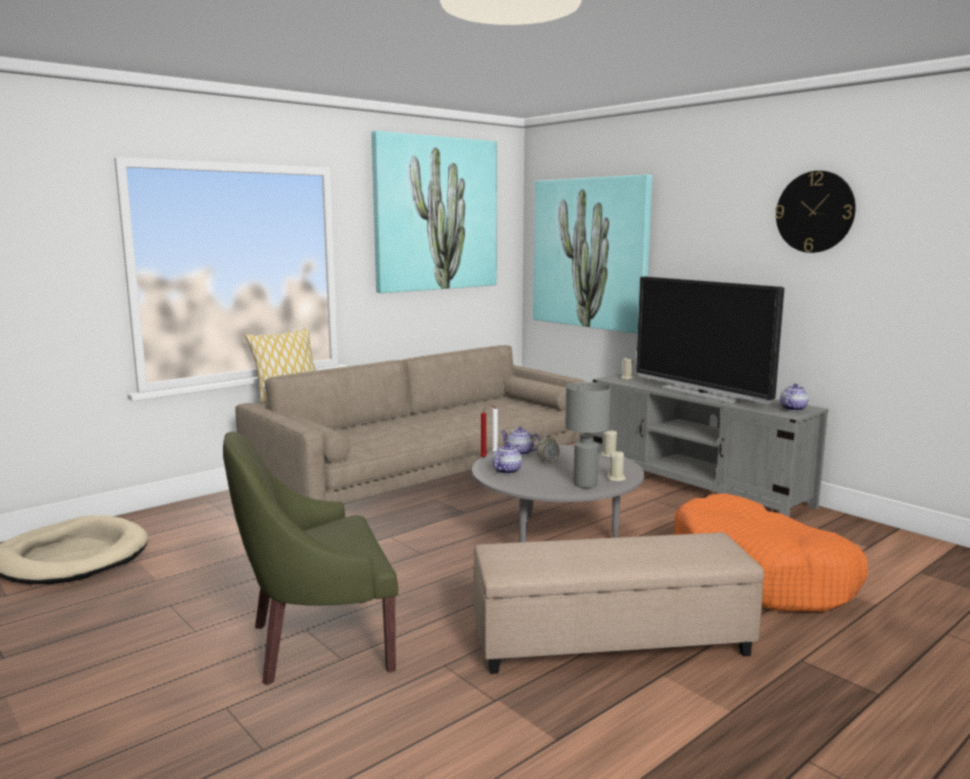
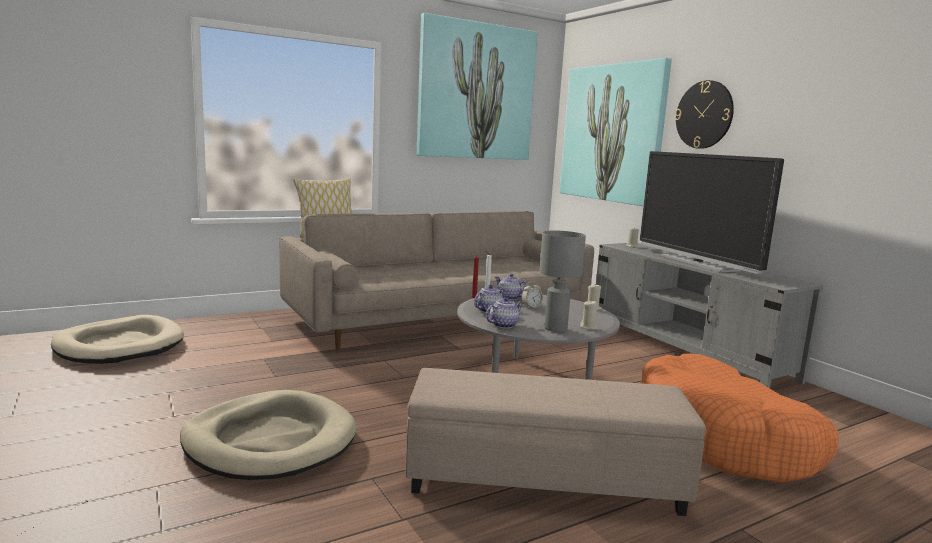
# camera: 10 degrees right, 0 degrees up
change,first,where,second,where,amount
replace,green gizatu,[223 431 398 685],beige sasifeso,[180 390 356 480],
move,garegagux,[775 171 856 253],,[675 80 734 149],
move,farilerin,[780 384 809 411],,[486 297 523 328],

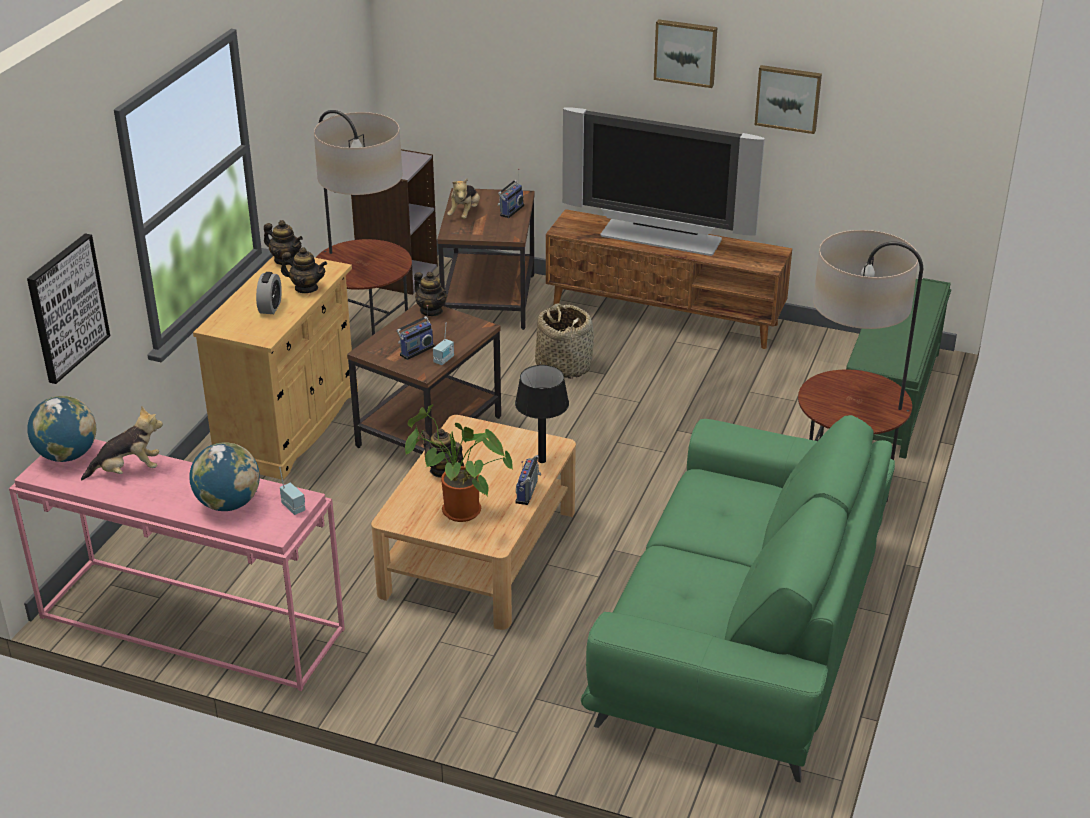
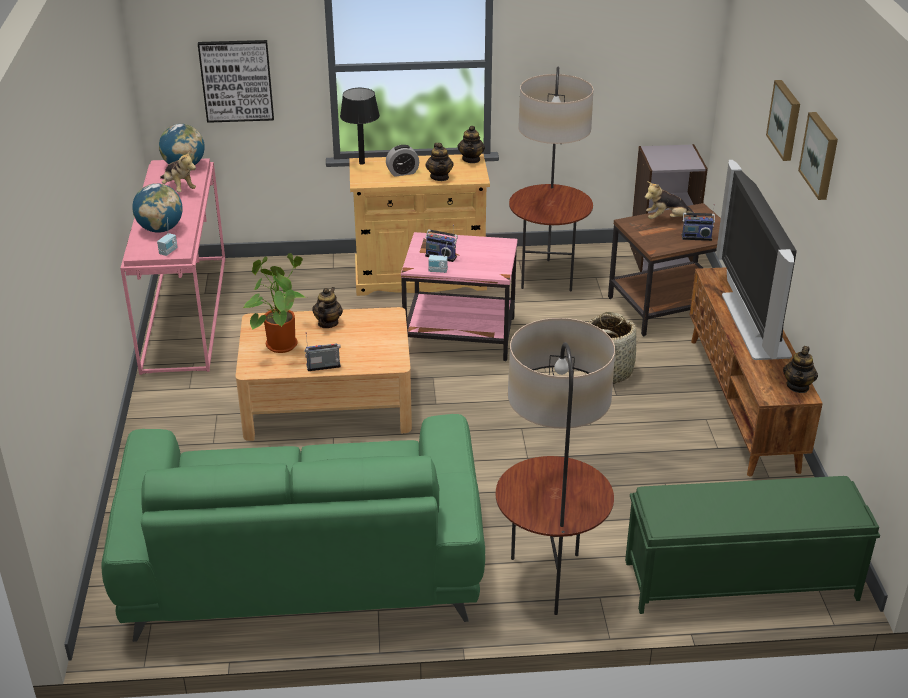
# camera: 65 degrees right, 0 degrees up
change,first,where,second,where,amount
recolor,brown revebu,[347 303 501 454],pink revebu,[401 232 518 361],
move,farilerin,[414 272 447 316],,[783 346 818 393],
move,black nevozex,[515 365 569 463],,[340 88 380 165],
move,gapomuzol,[755 65 822 134],,[766 80 800 161],

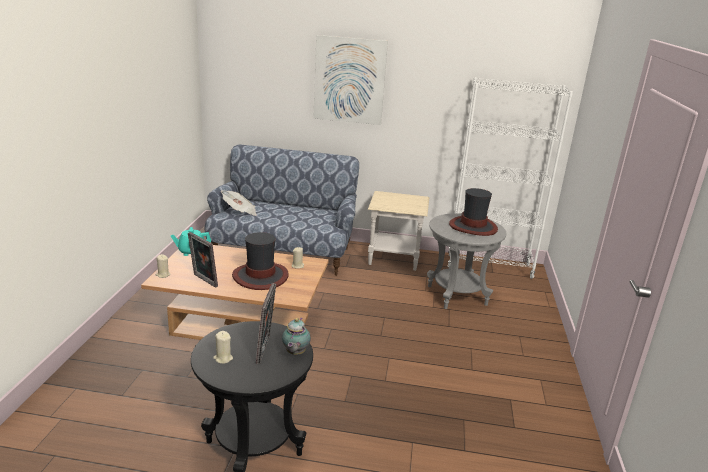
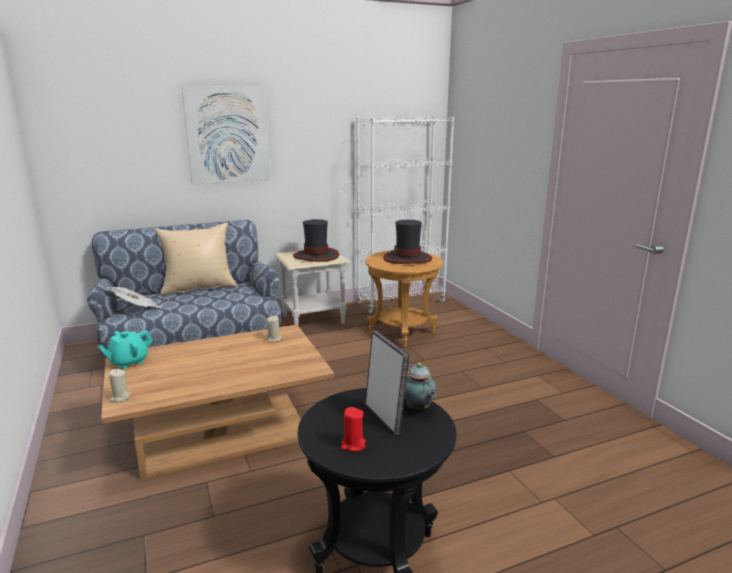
# camera: 30 degrees left, 5 degrees down
change,first,where,second,where,amount
delete,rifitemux,[188 232 218 288],,,
recolor,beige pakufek,[213 331 233 364],red pakufek,[341 407 366 452],
move,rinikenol,[232 232 289 290],,[293 219 339 262],
recolor,grey revebu,[427 213 507 309],brown revebu,[365 250 443 347],
insert,,,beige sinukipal,[154 223 237 296],

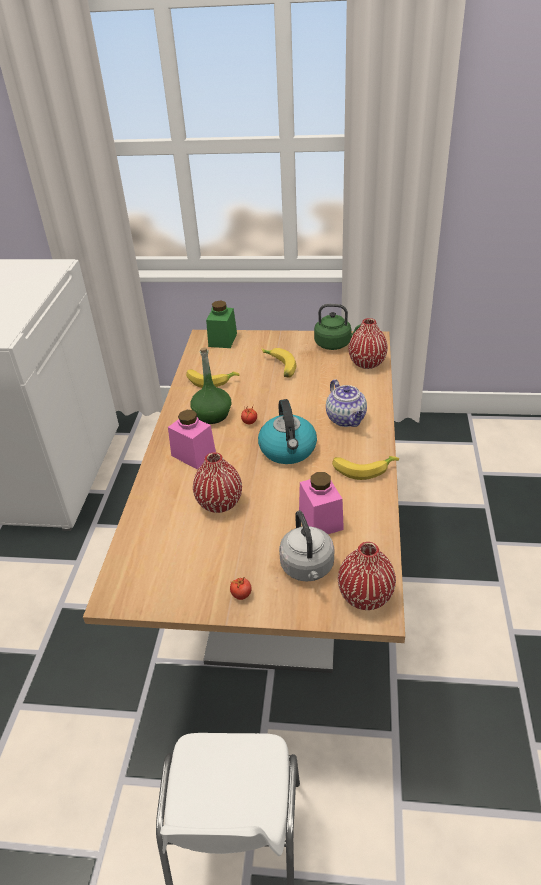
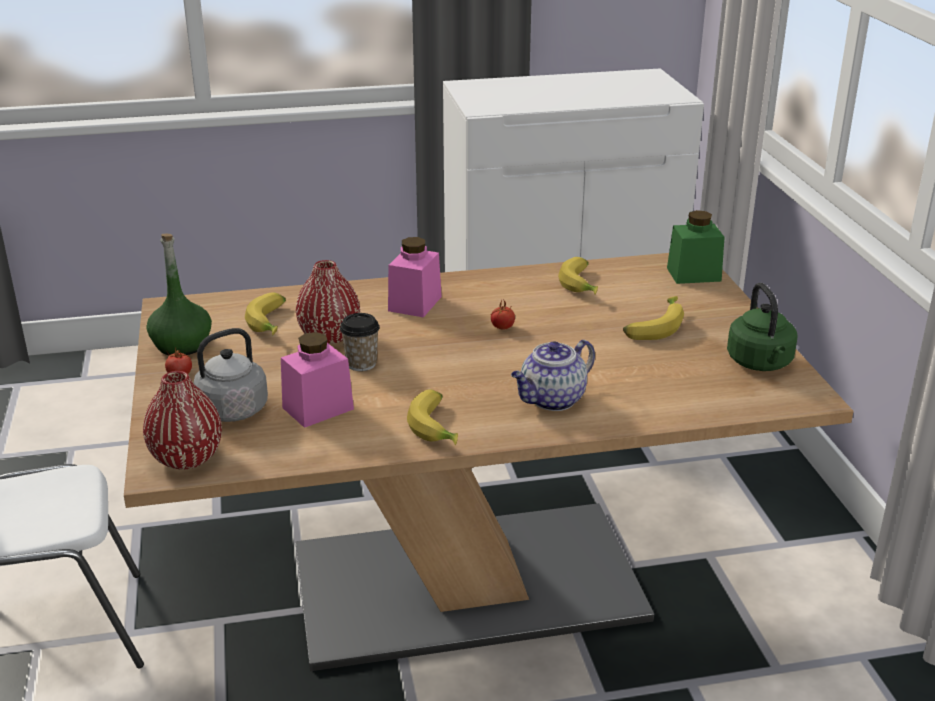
# camera: 70 degrees right, 10 degrees down
change,first,where,second,where,amount
move,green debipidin,[191 348 231 424],,[146 233 212 355],
delete,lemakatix,[258 399 317 464],,,
delete,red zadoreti,[349 318 388 369],,,
insert,,,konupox,[245 292 286 335],
insert,,,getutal,[340 313 380 371],

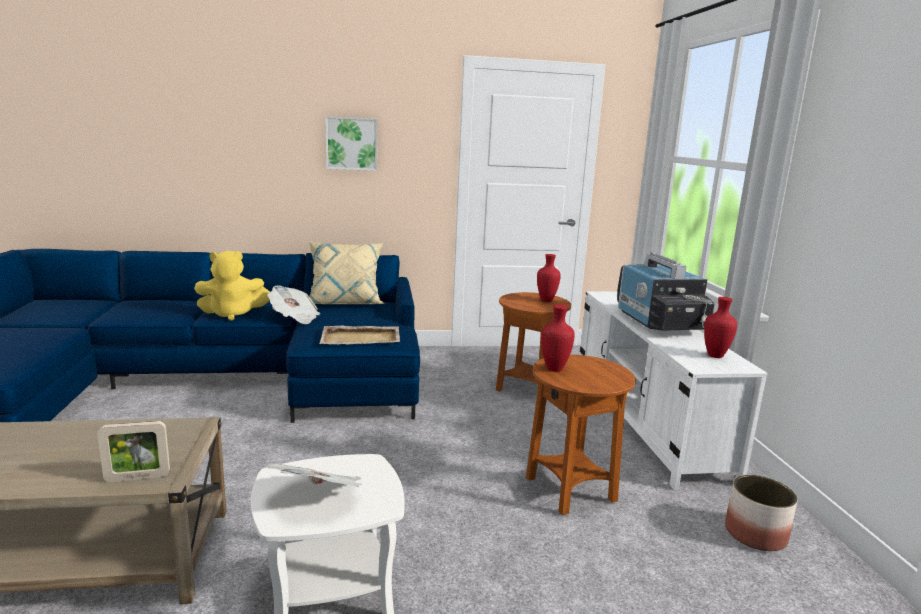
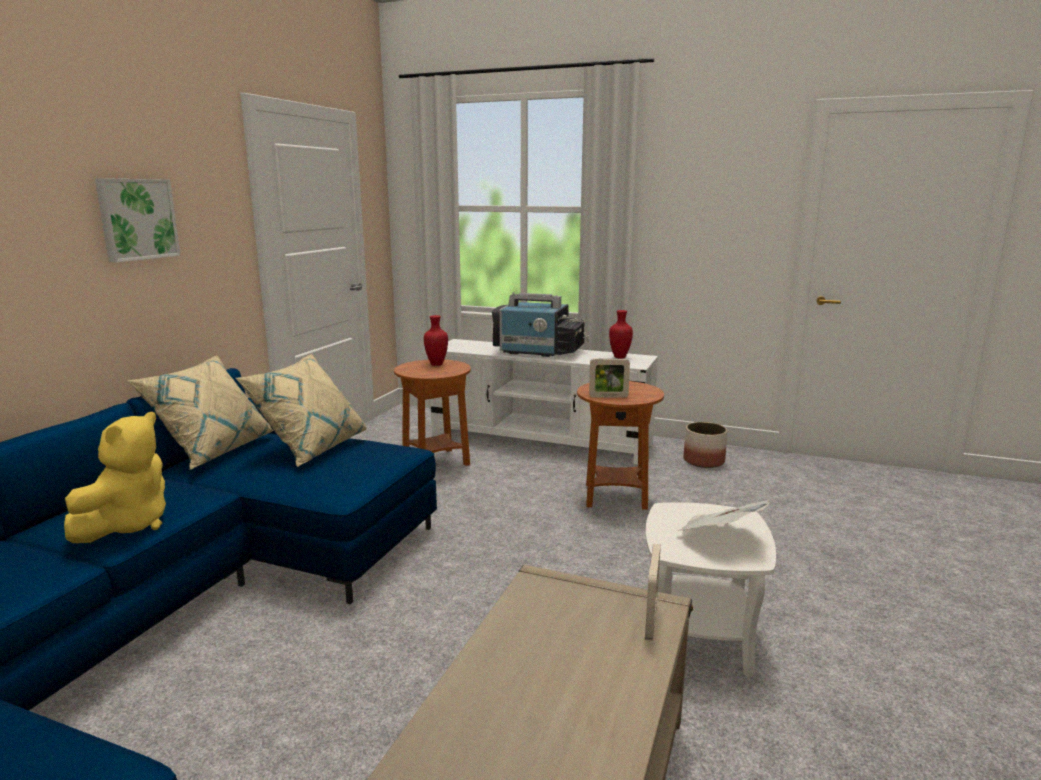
# camera: 60 degrees left, 0 degrees up
change,first,where,second,where,amount
delete,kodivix,[267 286 320 324],,,
delete,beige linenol,[319 326 400 344],,,
replace,red zadoreti,[541 304 575 372],rifitemux,[589 359 630 398],
insert,,,beige sinukipal,[236 354 367 467],

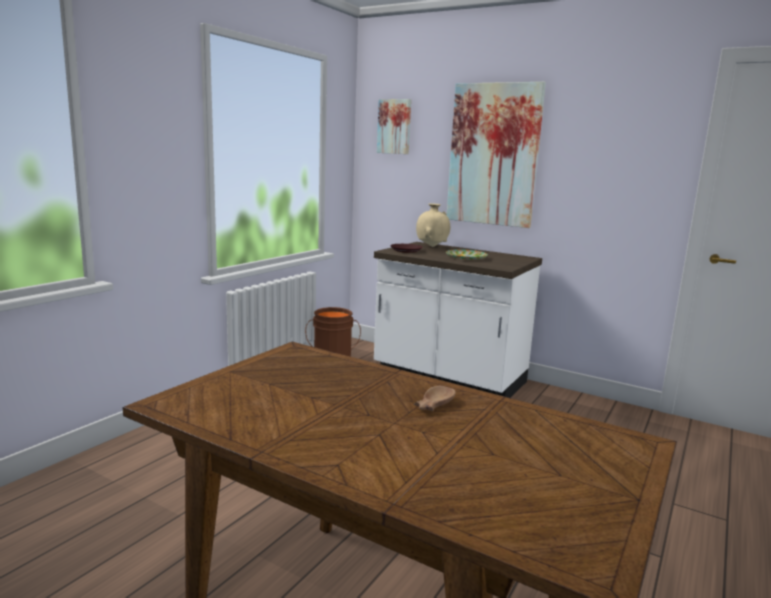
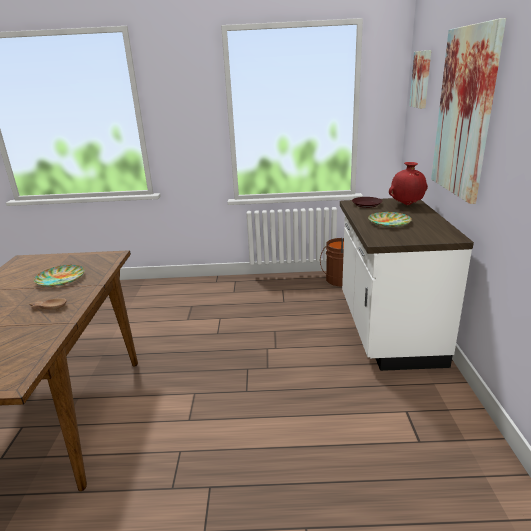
# camera: 60 degrees right, 10 degrees up
change,first,where,second,where,amount
recolor,beige zadoreti,[416 203 450 247],red zadoreti,[389 162 428 205],
insert,,,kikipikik,[34 265 85 287],

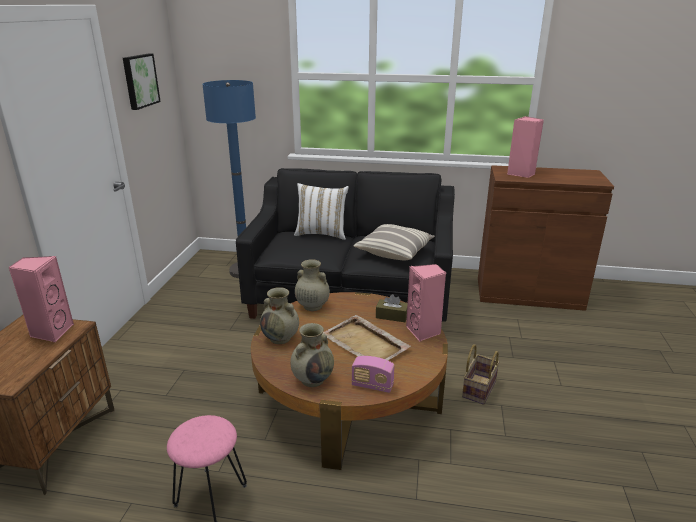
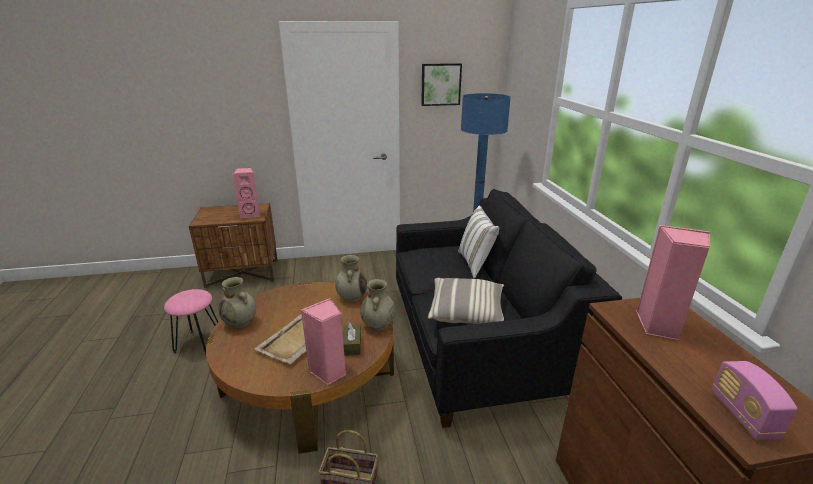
# camera: 70 degrees right, 0 degrees up
change,first,where,second,where,amount
move,beige zadoreti,[260 287 299 344],,[360 279 396 331],
move,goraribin,[352 356 395 393],,[711 361 797 440],

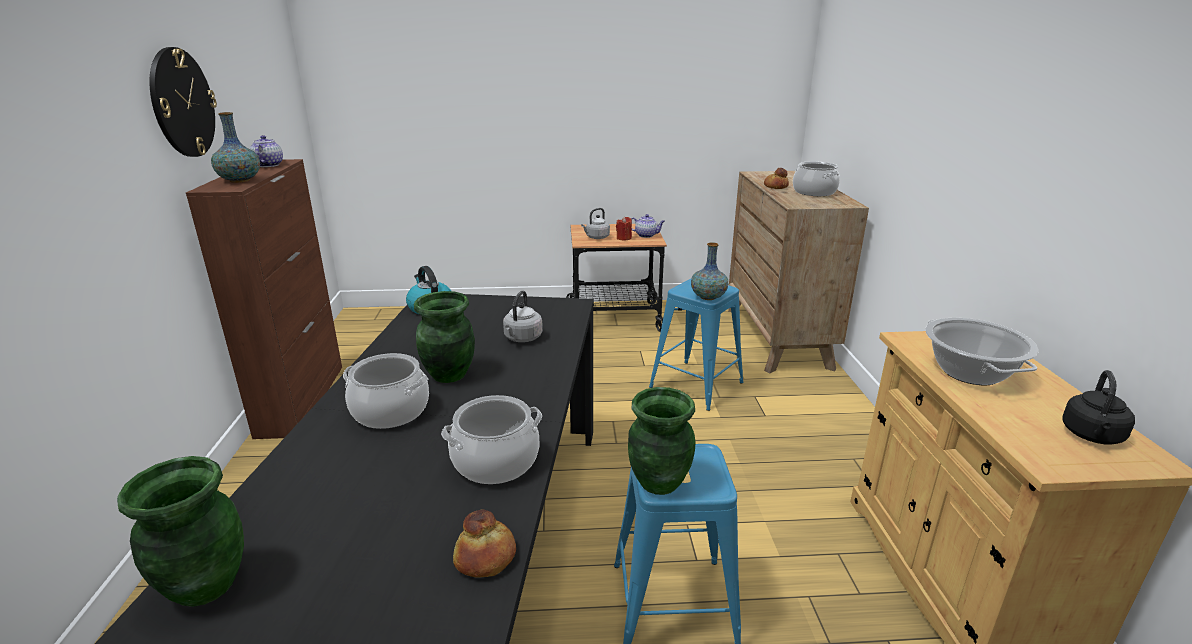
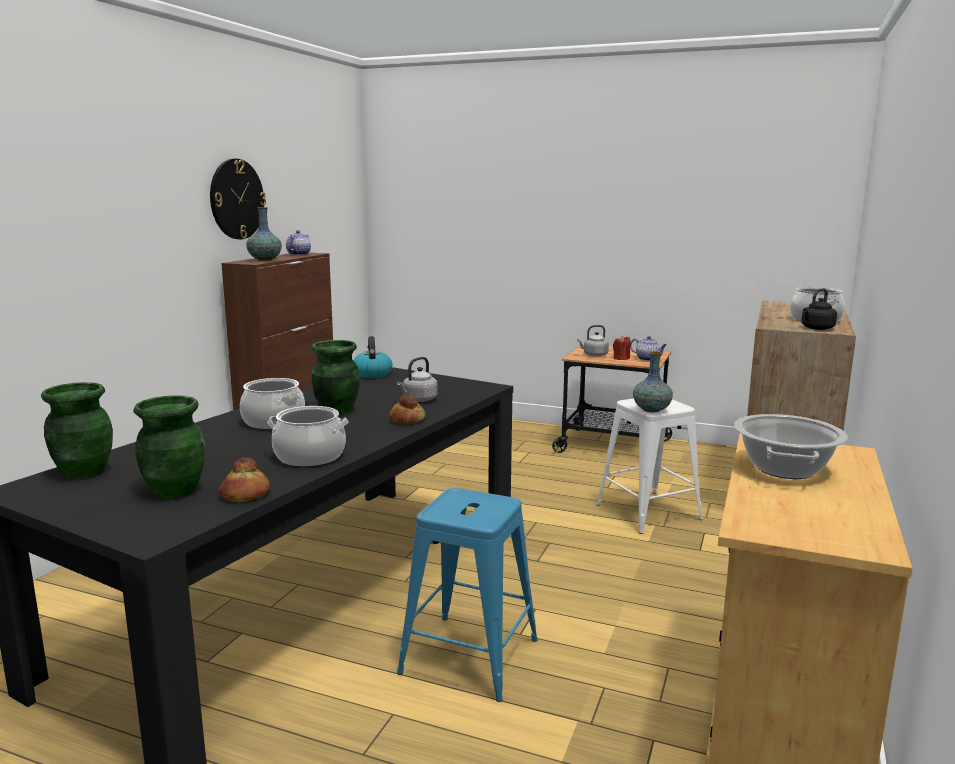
# camera: 25 degrees right, 10 degrees down
change,first,where,second,where,amount
move,green zadoreti,[628 387 696 495],,[133 395 205 499],
recolor,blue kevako,[649 278 744 411],white kevako,[596 398 703 534],
move,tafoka,[764 168 789 189],,[389 393 426 424],
move,black lemakatix,[1062 370 1135 444],,[801 288 837 330],

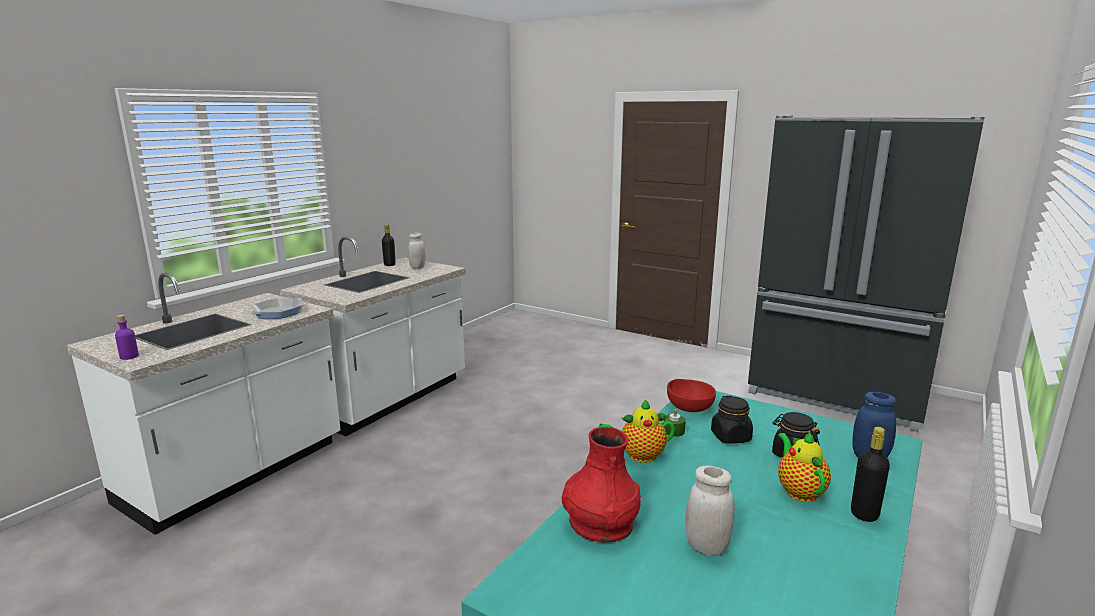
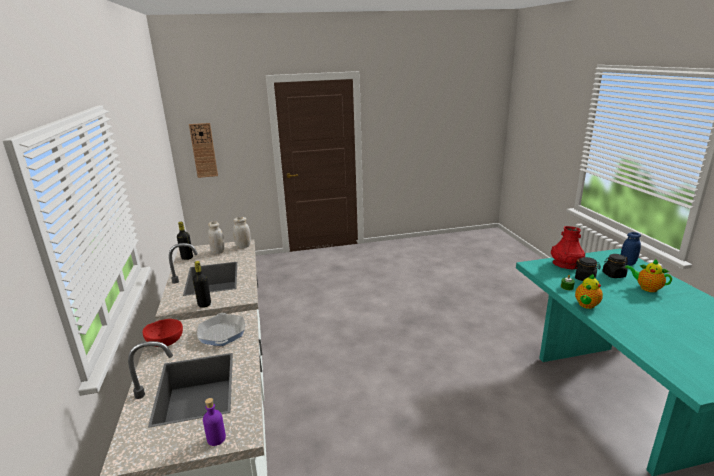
# camera: 45 degrees left, 5 degrees up
change,first,where,second,where,amount
move,red zadoreti,[562 427 641 543],,[551 226 585 269],
move,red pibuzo,[667 379 716 412],,[143 319 183 347],
move,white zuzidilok,[685 465 735 556],,[233 217 251 248],
delete,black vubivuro,[748 115 985 432],,,
move,black debipidin,[851 427 890 522],,[193 261 211 308],
insert,,,garegagux,[189 123 218 178],

